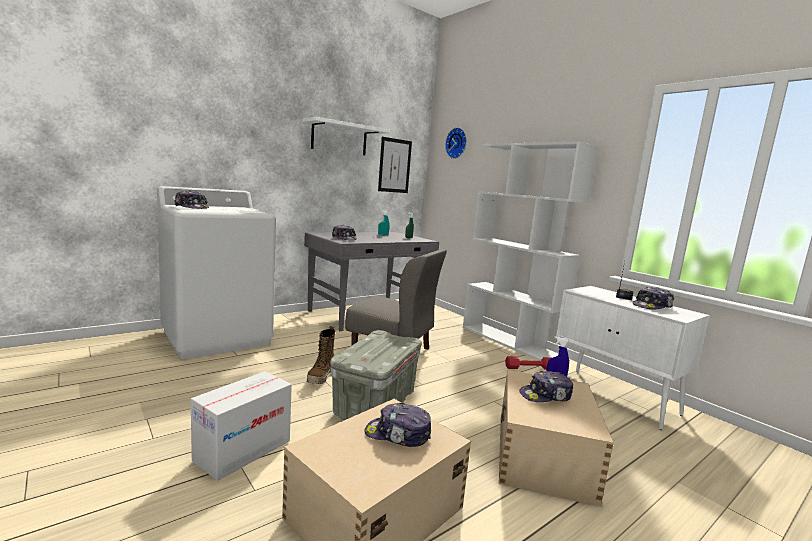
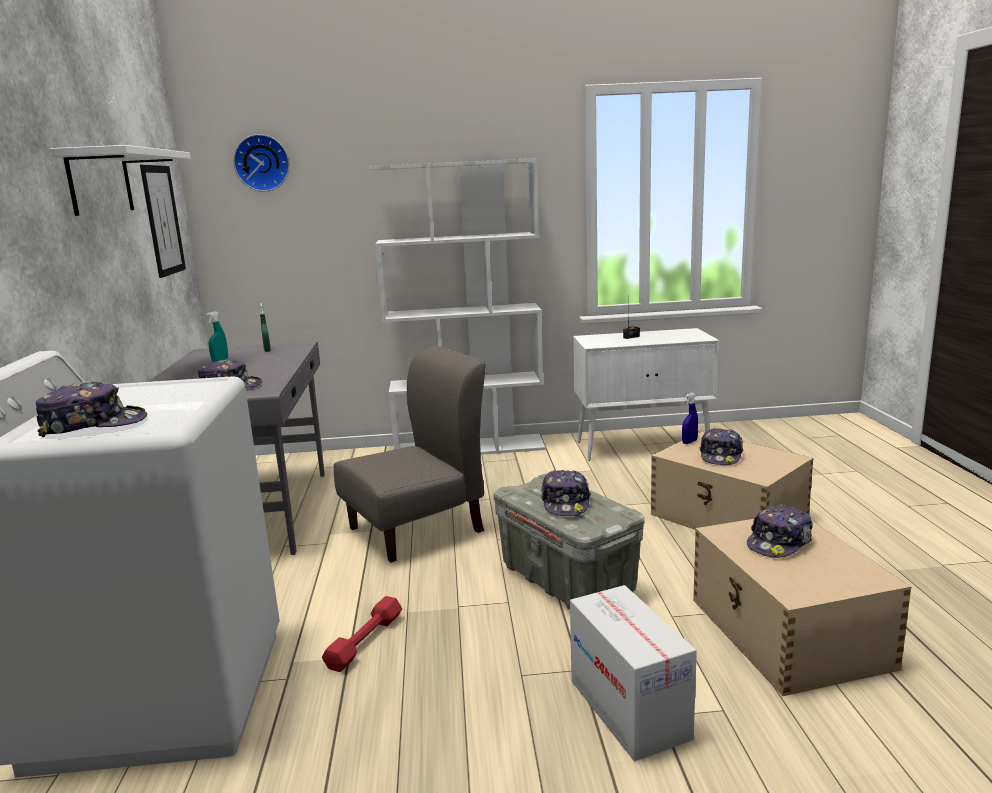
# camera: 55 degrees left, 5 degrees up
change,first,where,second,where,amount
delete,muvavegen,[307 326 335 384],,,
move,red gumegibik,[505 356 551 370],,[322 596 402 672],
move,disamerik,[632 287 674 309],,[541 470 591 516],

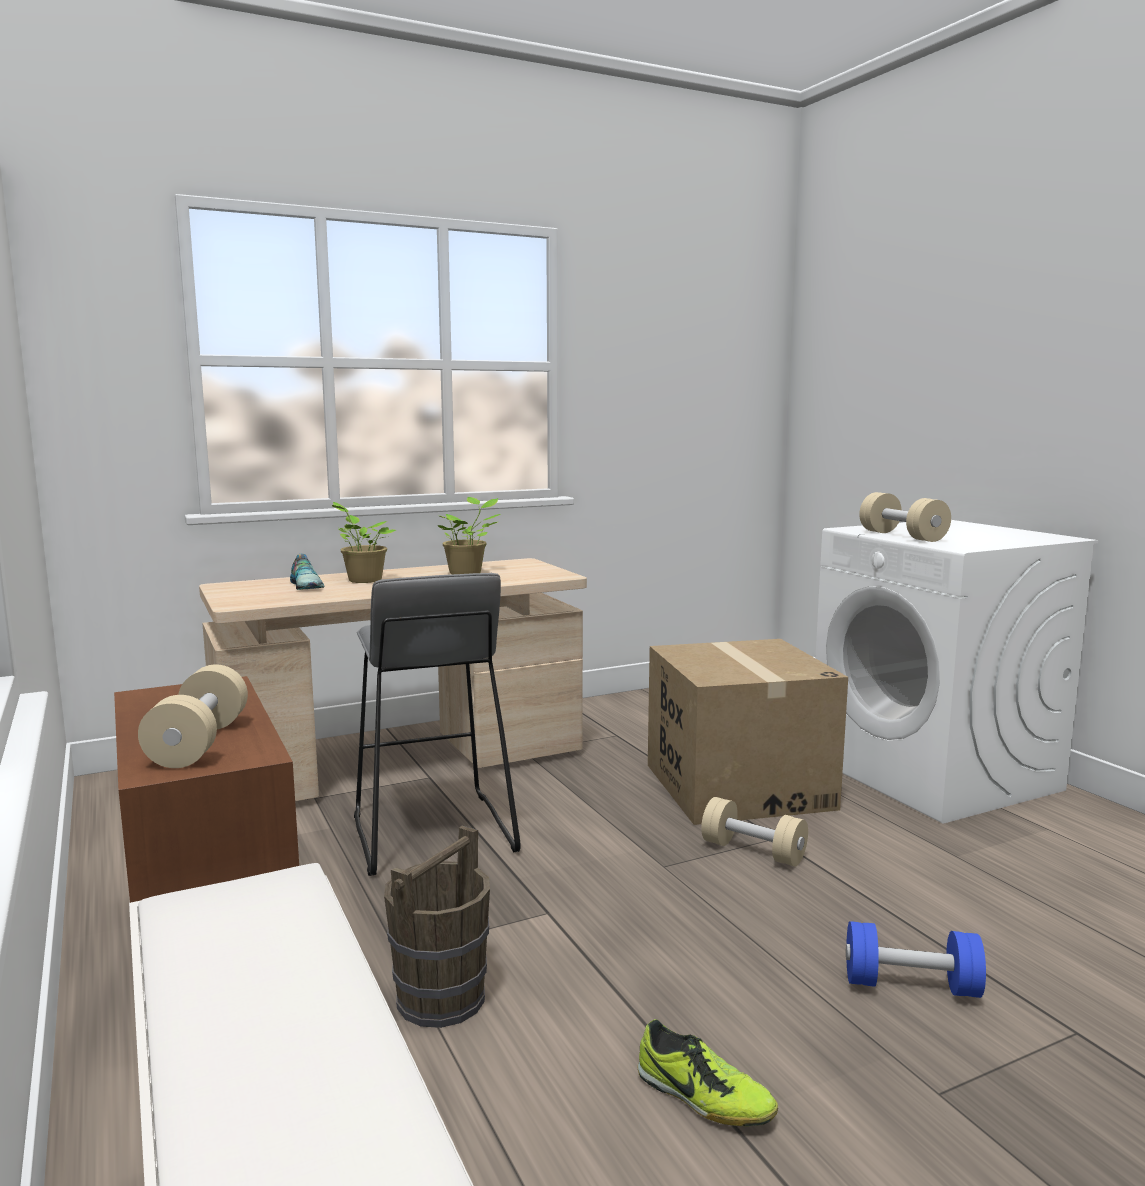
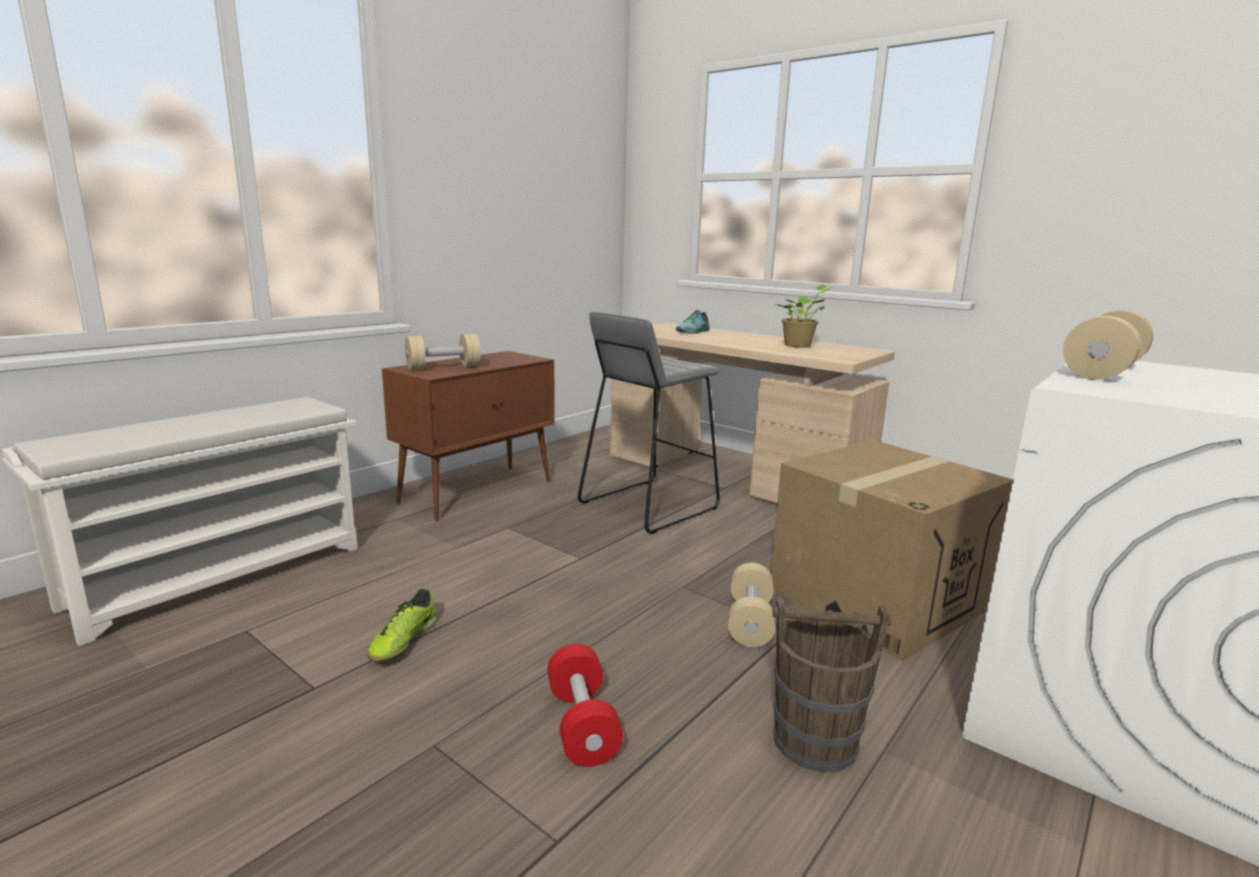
# camera: 65 degrees right, 5 degrees up
change,first,where,second,where,amount
delete,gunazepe,[332 502 396 583],,,
move,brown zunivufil,[384 826 490 1028],,[773 597 891 773],
recolor,blue gumegibik,[846 921 986 998],red gumegibik,[547 644 623 767],

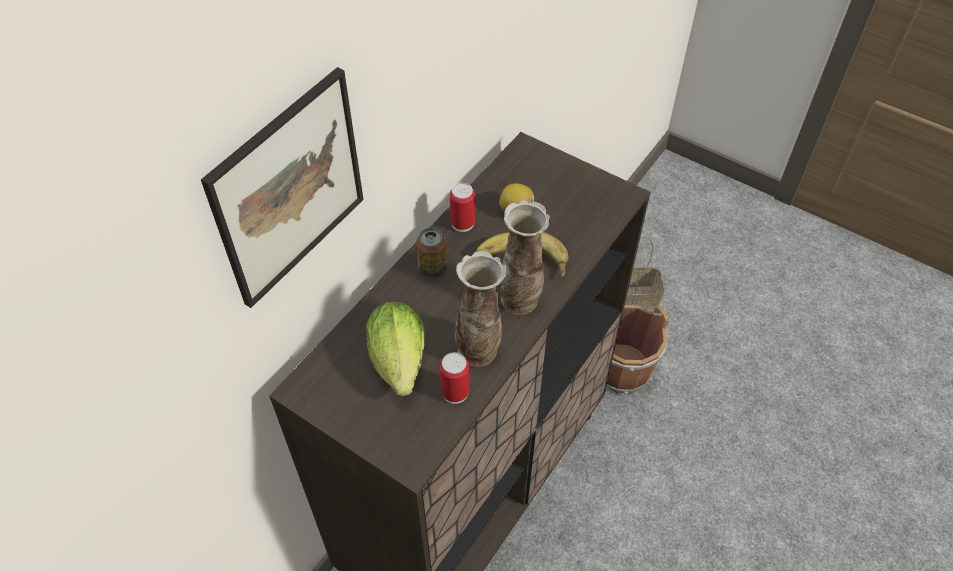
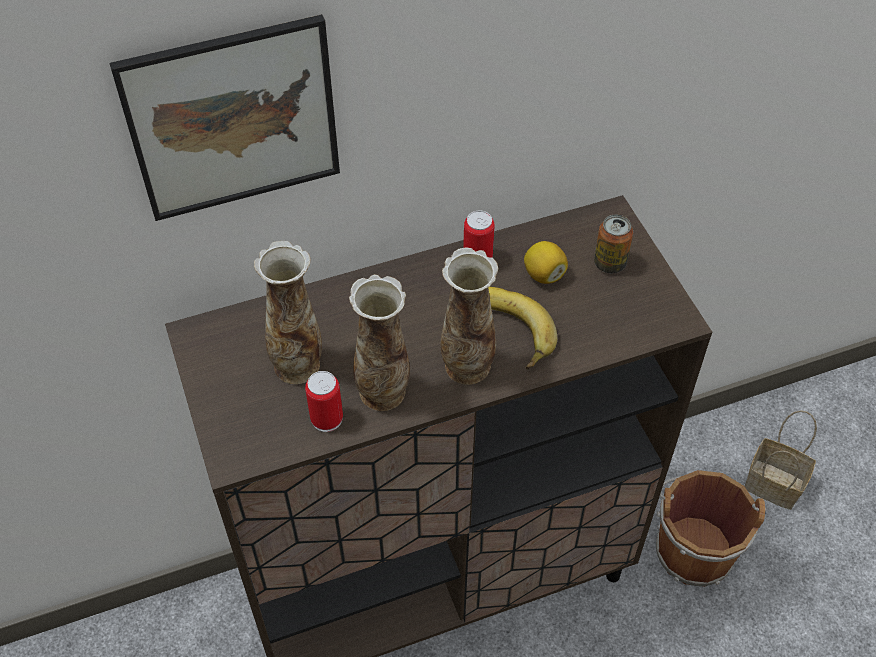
# camera: 35 degrees right, 0 degrees up
change,first,where,second,where,amount
replace,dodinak,[366 302 425 396],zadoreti,[254 241 322 384],
move,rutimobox,[416 228 447 278],,[594 215 633 273],

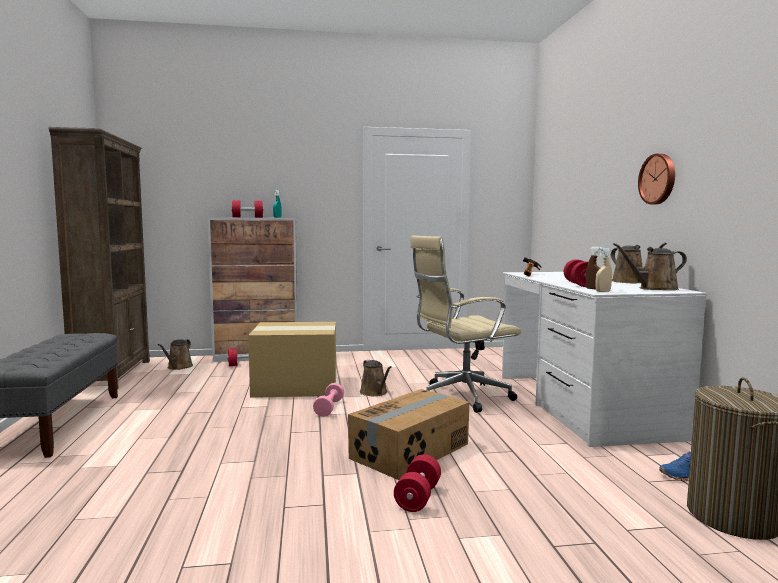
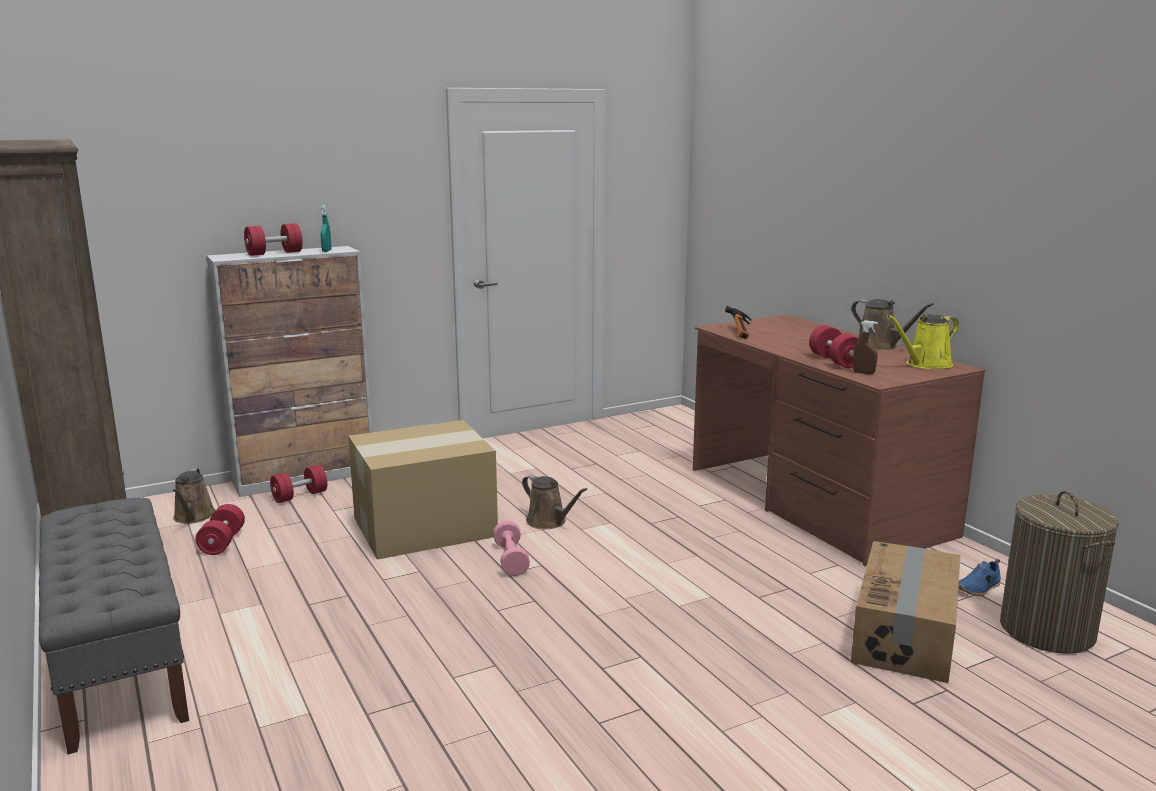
# camera: 20 degrees left, 10 degrees up
change,first,where,second,where,amount
move,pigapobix,[348 389 469 480],,[851 541 961 683],
move,red gumegibik,[394 454 441 512],,[195 504 245 555],
delete,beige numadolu,[410 235 521 413],,,
recolor,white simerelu,[502 272 707 447],brown simerelu,[693 315 985 566],
delete,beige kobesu,[596 248 612 292],,,
recolor,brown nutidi,[613 243 687 290],yellow nutidi,[887 314 959 369],
delete,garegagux,[638 154 675 205],,,

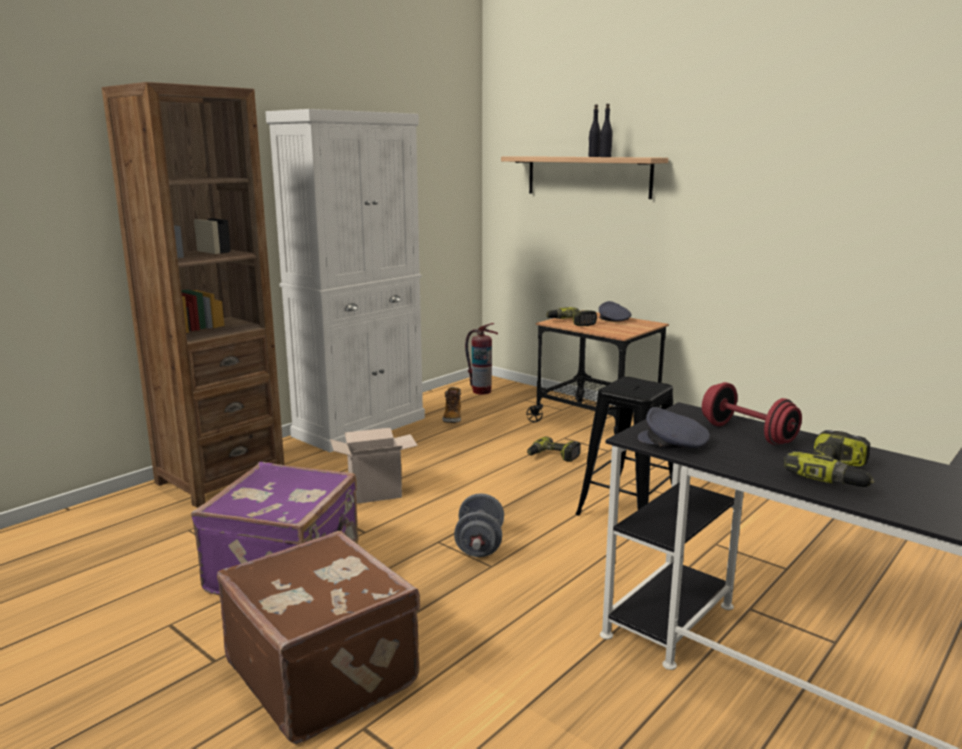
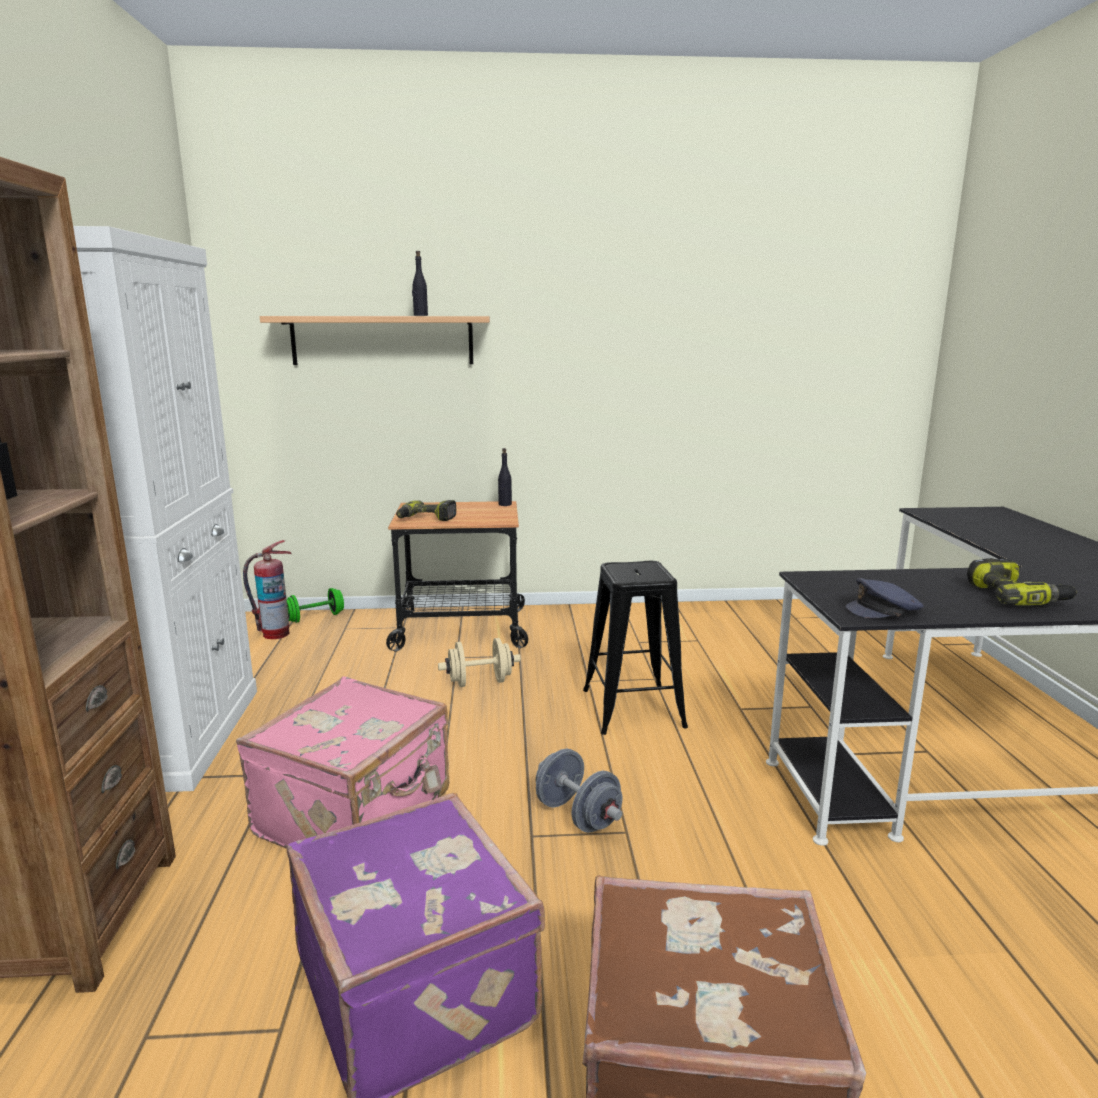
# camera: 45 degrees left, 0 degrees up
change,first,where,second,where,amount
replace,pigapobix,[330 428 418 504],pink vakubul,[236 676 449 849],
delete,muvavegen,[442 387 461 423],,,
replace,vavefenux,[527 437 581 462],beige gumegibik,[438 638 521 687],
move,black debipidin,[589 104 601 157],,[498 448 512 506],
delete,grey disamerik,[599 301 631 322],,,
delete,red gumegibik,[702 382 802 445],,,
insert,,,green gumegibik,[287 588 344 623],

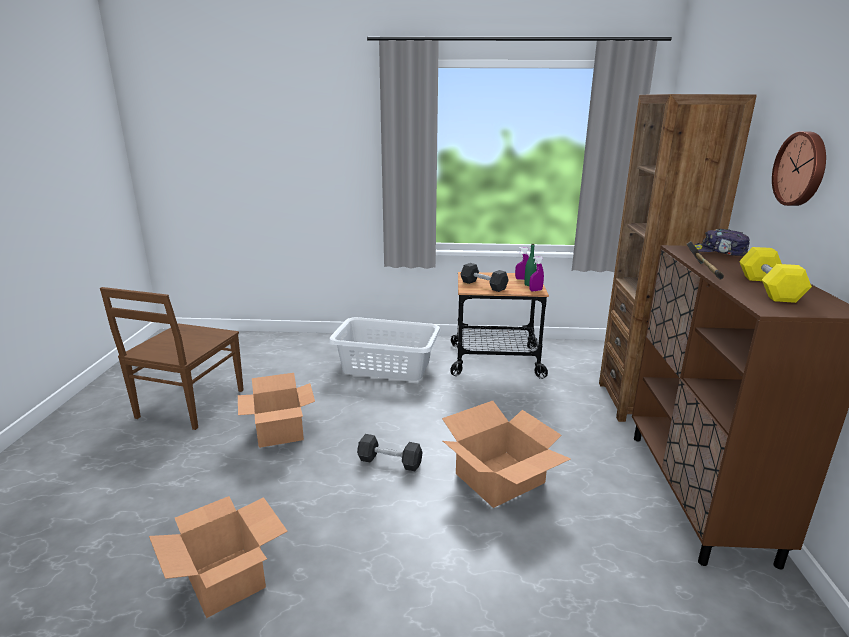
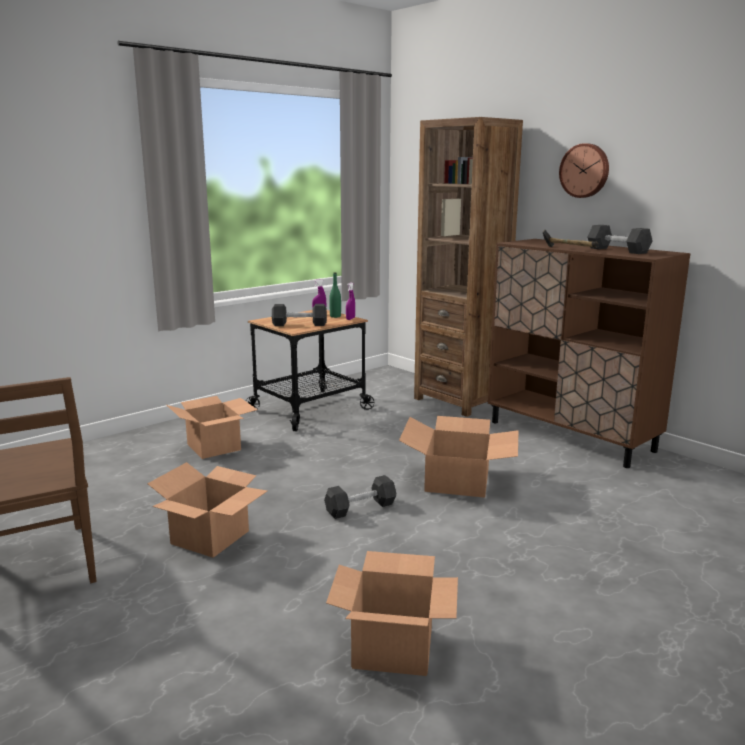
# camera: 45 degrees left, 5 degrees down
change,first,where,second,where,amount
replace,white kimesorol,[329 317 440 381],pigapobix,[167 396 257 459],
delete,disamerik,[694 228 750 256],,,
recolor,yellow gumegibik,[739 247 812 303],black gumegibik,[587 225 653 254],

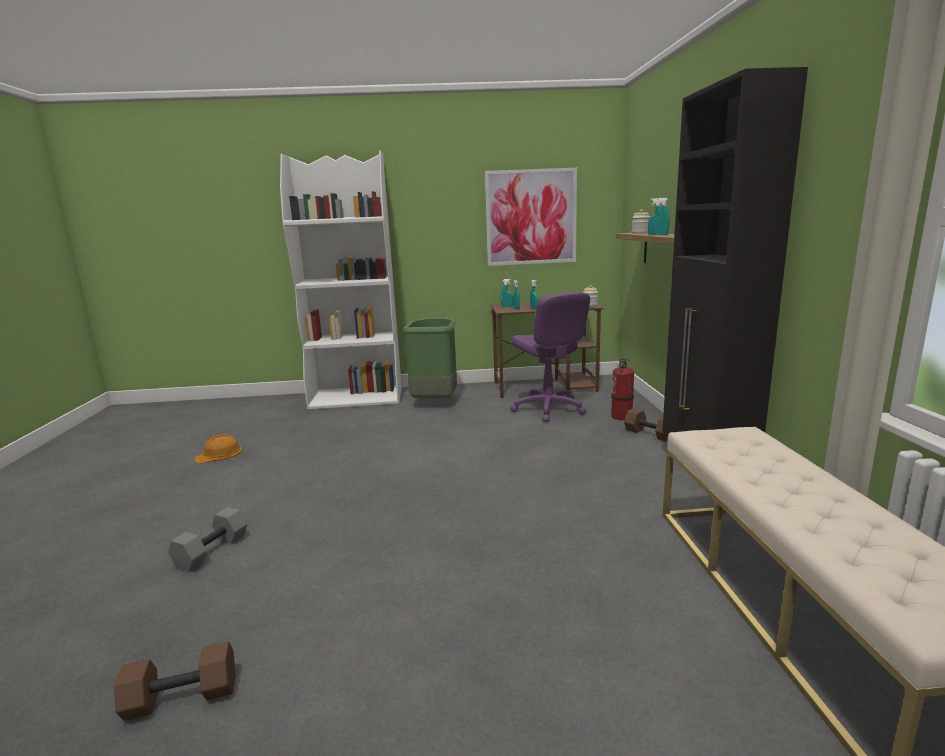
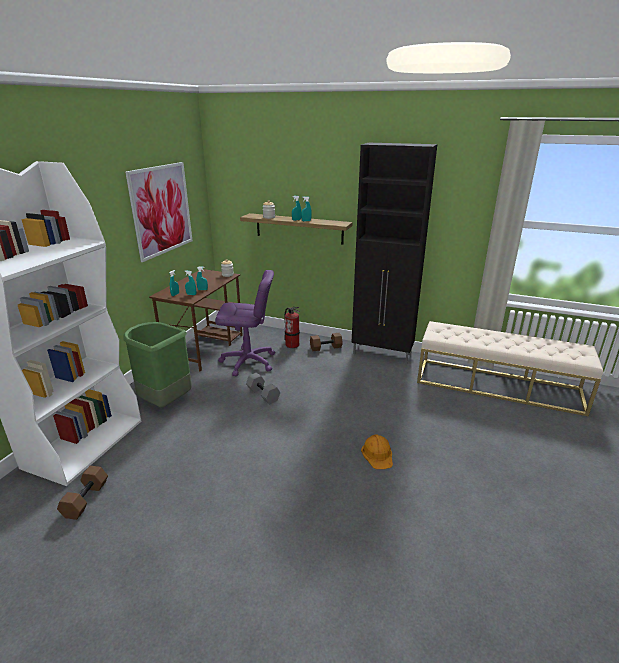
# camera: 65 degrees left, 10 degrees up
change,first,where,second,where,amount
move,brown gumegibik,[114 641 236 721],,[57 466 108 520],
move,grey gumegibik,[168 507 247 572],,[246 373 280 404],
move,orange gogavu,[194 434 242 463],,[361 435 393 469],

